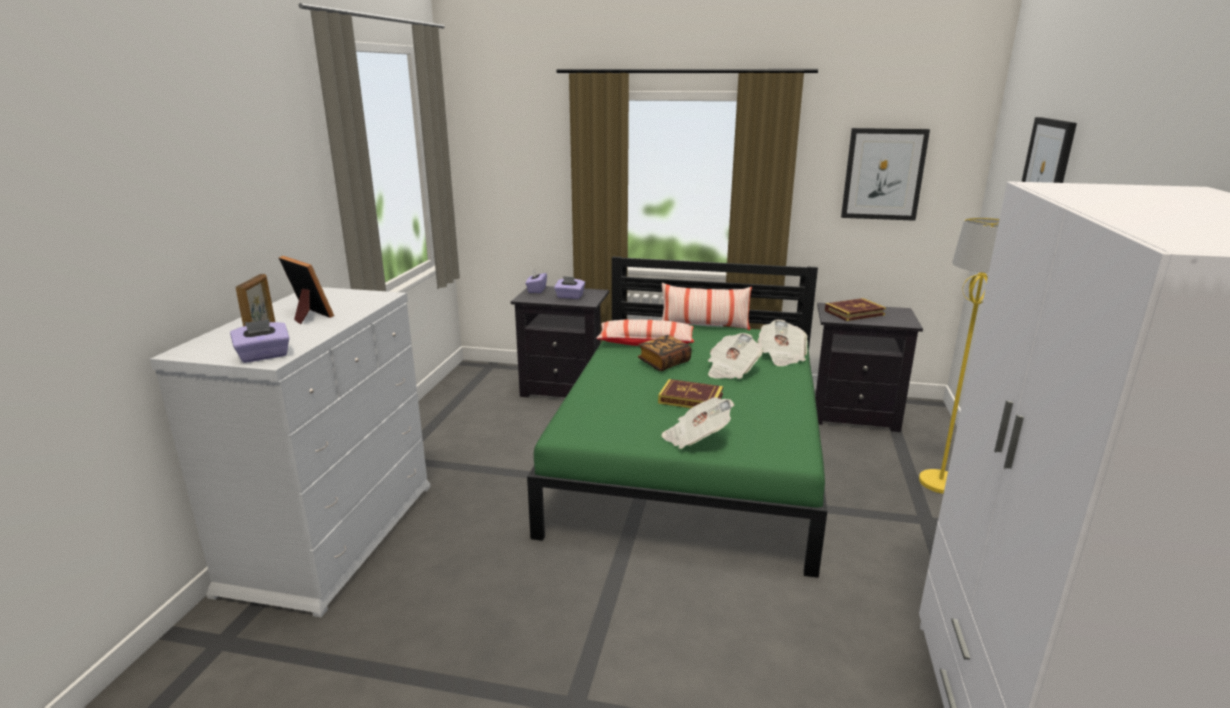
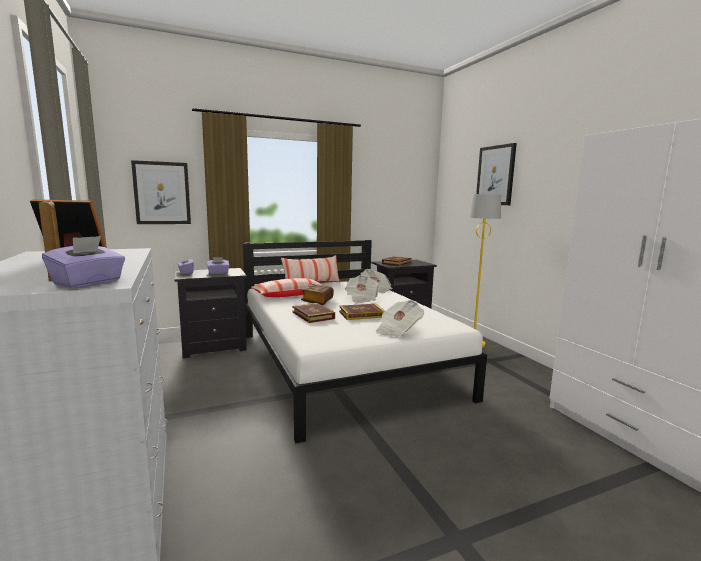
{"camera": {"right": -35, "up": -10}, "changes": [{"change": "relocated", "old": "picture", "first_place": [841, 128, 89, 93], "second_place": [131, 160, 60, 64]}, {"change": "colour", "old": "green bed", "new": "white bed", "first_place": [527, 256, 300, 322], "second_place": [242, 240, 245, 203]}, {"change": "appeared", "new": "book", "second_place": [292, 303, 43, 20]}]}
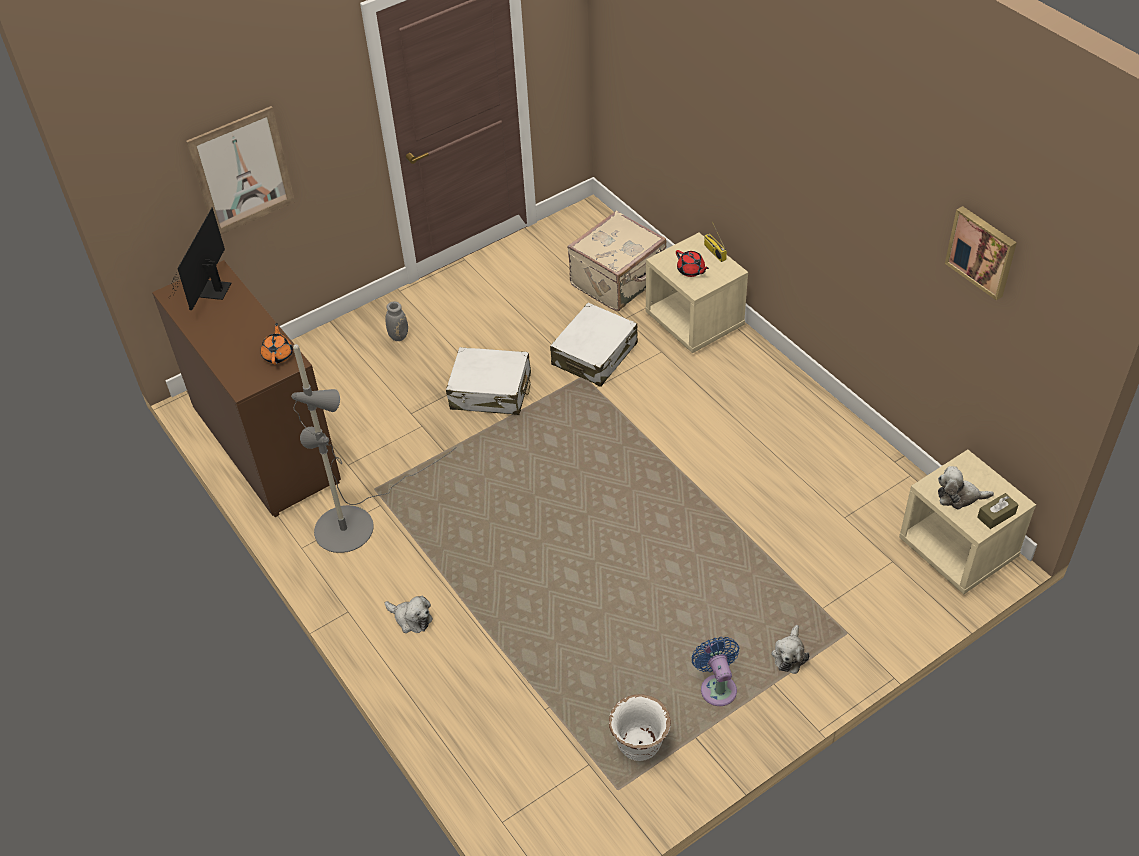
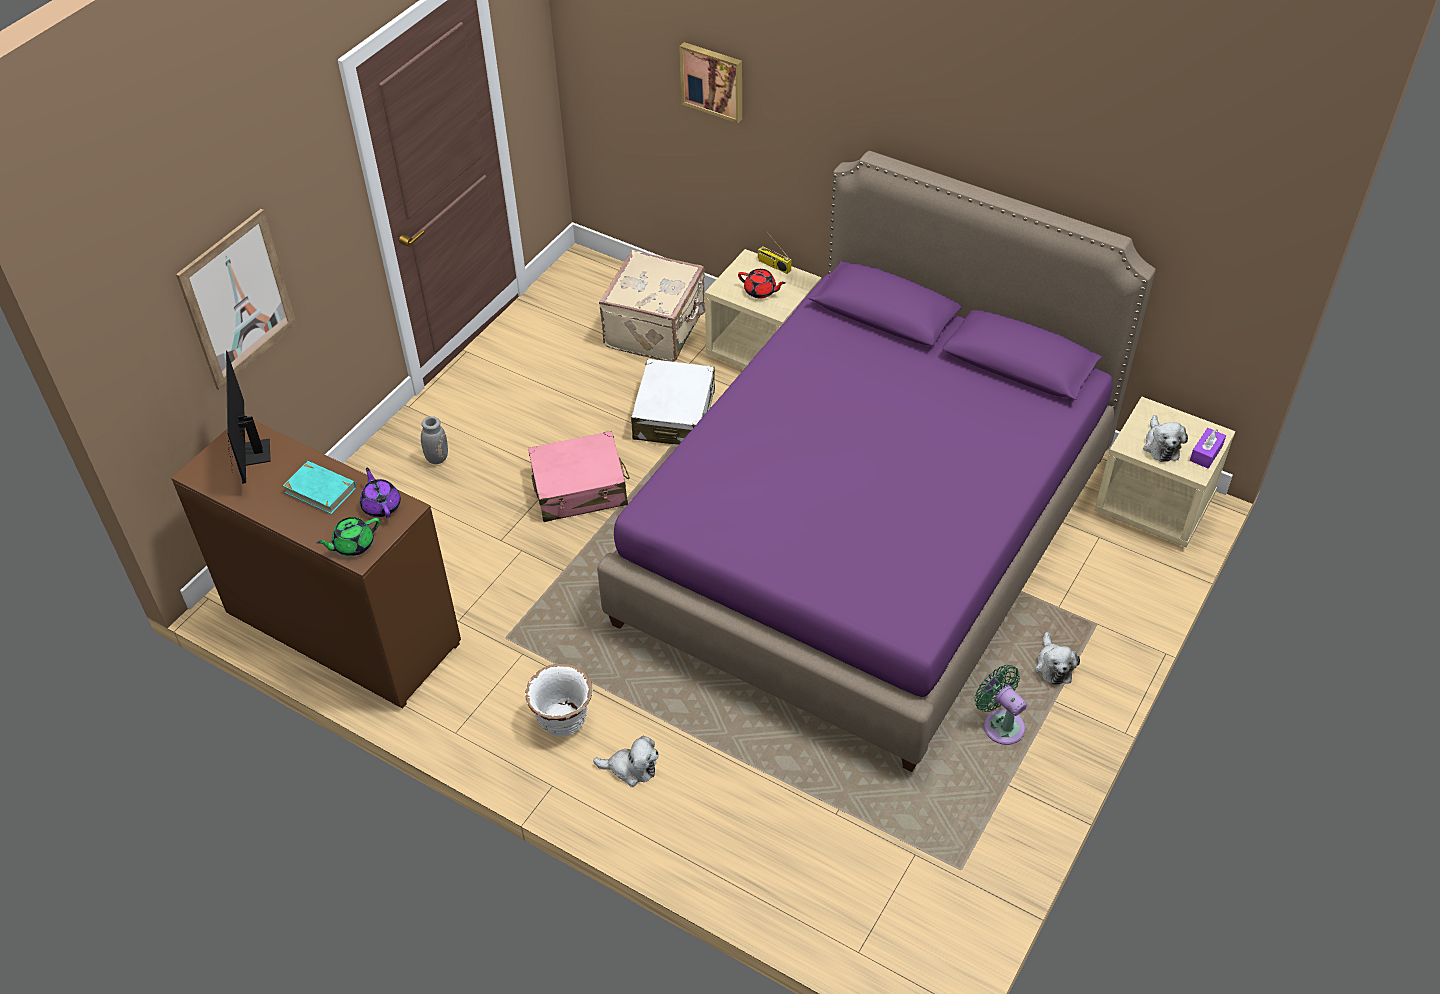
{"camera": {"right": -25, "up": 0}, "changes": [{"change": "appeared", "new": "turquoise book", "second_place": [283, 461, 73, 53]}, {"change": "appeared", "new": "green teapot", "second_place": [317, 517, 63, 39]}, {"change": "colour", "old": "orange teapot", "new": "purple teapot", "first_place": [261, 323, 32, 42], "second_place": [360, 467, 41, 50]}, {"change": "relocated", "old": "white planter", "first_place": [609, 694, 62, 67], "second_place": [525, 664, 68, 73]}, {"change": "colour", "old": "white suitcase", "new": "pink suitcase", "first_place": [446, 347, 85, 68], "second_place": [528, 431, 102, 91]}, {"change": "appeared", "new": "purple bed", "second_place": [597, 151, 558, 621]}, {"change": "relocated", "old": "picture", "first_place": [945, 206, 72, 94], "second_place": [679, 42, 63, 81]}, {"change": "colour", "old": "blue fan", "new": "green fan", "first_place": [692, 637, 48, 69], "second_place": [975, 665, 52, 80]}, {"change": "spun", "old": "plush toy", "first_place": [938, 466, 56, 43], "second_place": [1143, 415, 45, 47], "degrees": -75}, {"change": "colour", "old": "brown tissue box", "new": "purple tissue box", "first_place": [977, 493, 41, 36], "second_place": [1190, 428, 36, 41]}, {"change": "missing", "old": "grey floor lamp", "first_place": [291, 344, 166, 209]}]}
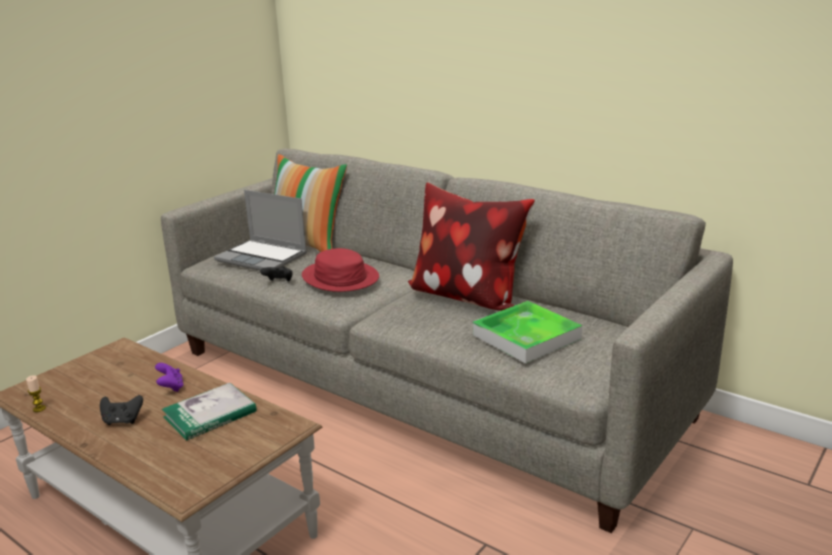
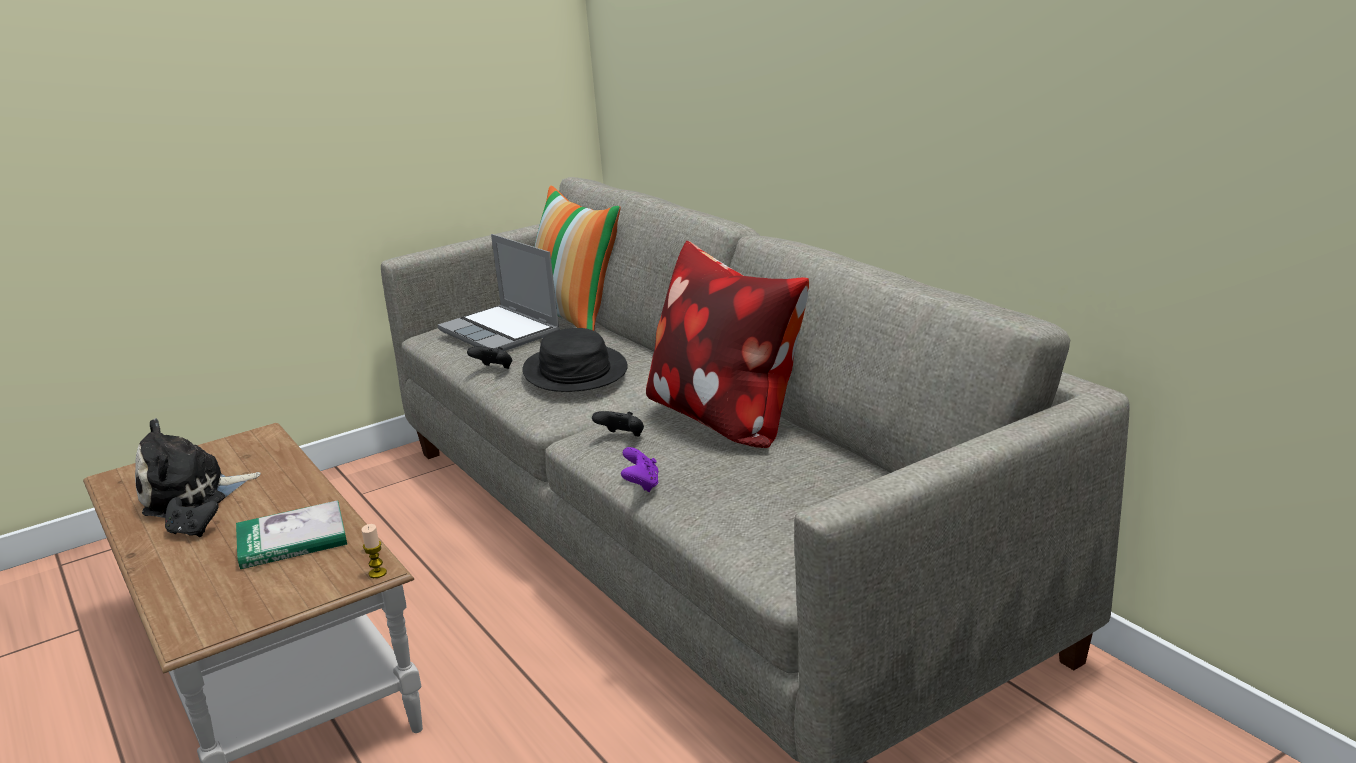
{"camera": {"right": 20, "up": 0}, "changes": [{"change": "appeared", "new": "plush toy", "second_place": [135, 418, 126, 100]}, {"change": "relocated", "old": "candle", "first_place": [26, 375, 20, 37], "second_place": [361, 524, 26, 54]}, {"change": "colour", "old": "red hat", "new": "black hat", "first_place": [302, 248, 77, 44], "second_place": [522, 328, 106, 64]}, {"change": "appeared", "new": "black game controller", "second_place": [592, 411, 52, 26]}, {"change": "relocated", "old": "purple game controller", "first_place": [155, 363, 29, 29], "second_place": [621, 447, 38, 45]}, {"change": "missing", "old": "tray", "first_place": [473, 301, 109, 63]}]}
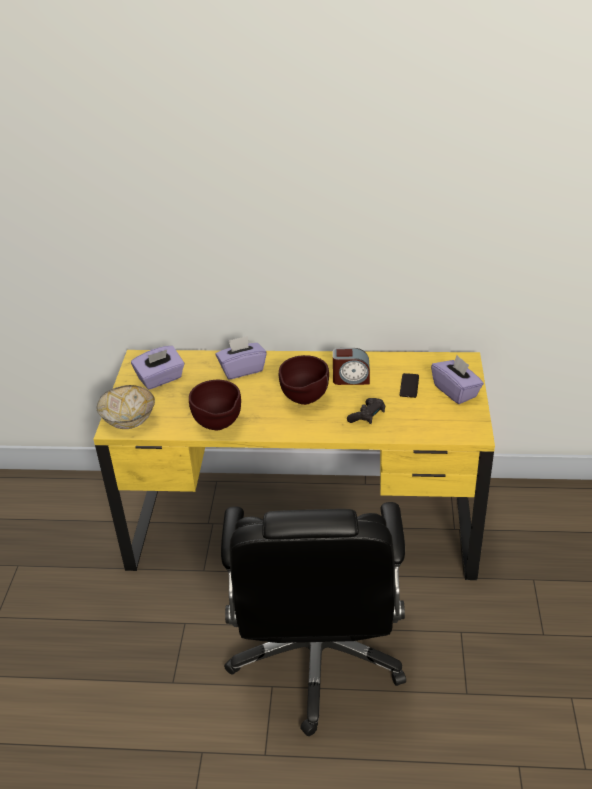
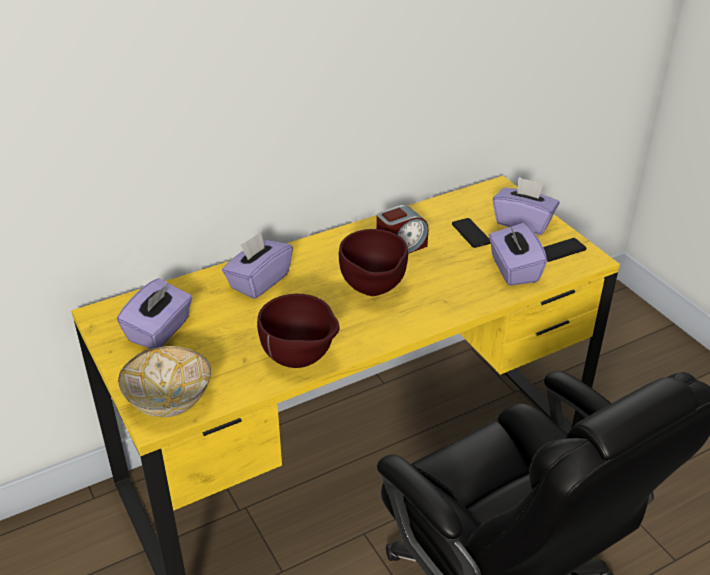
{"camera": {"right": -35, "up": 0}, "changes": [{"change": "appeared", "new": "purple tissue box", "second_place": [489, 222, 58, 64]}, {"change": "appeared", "new": "phone", "second_place": [543, 238, 43, 24]}, {"change": "missing", "old": "black game controller", "first_place": [347, 398, 38, 26]}]}
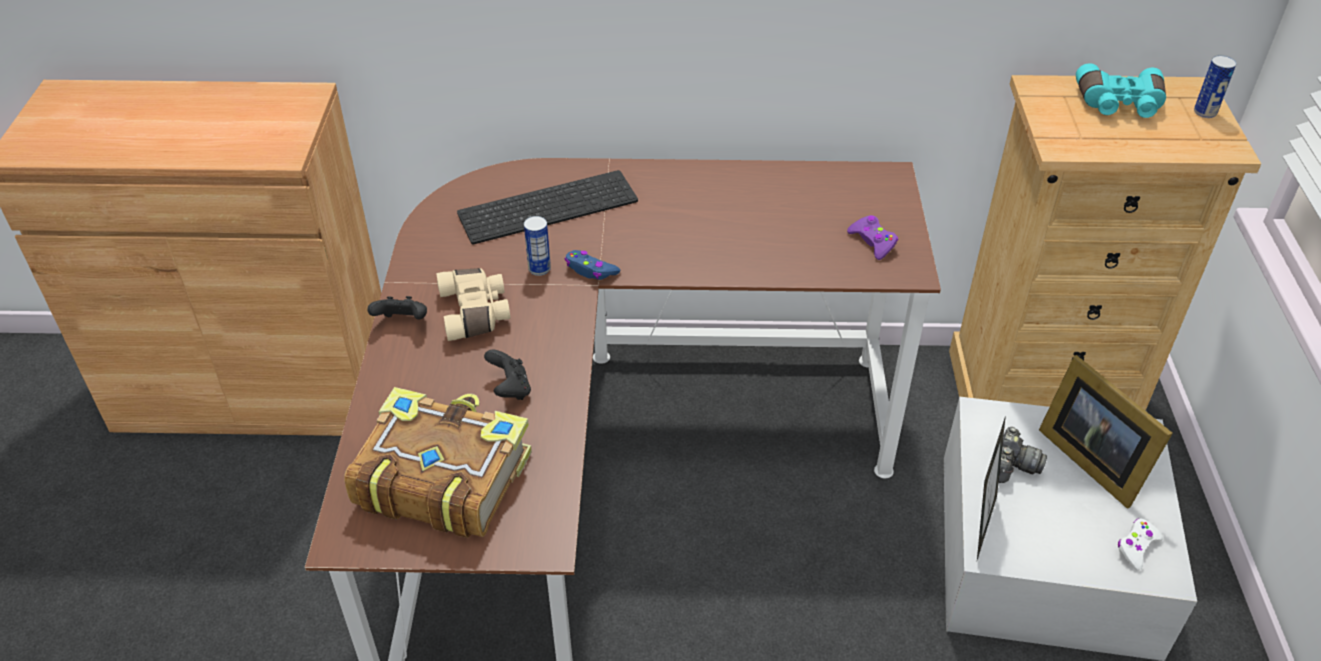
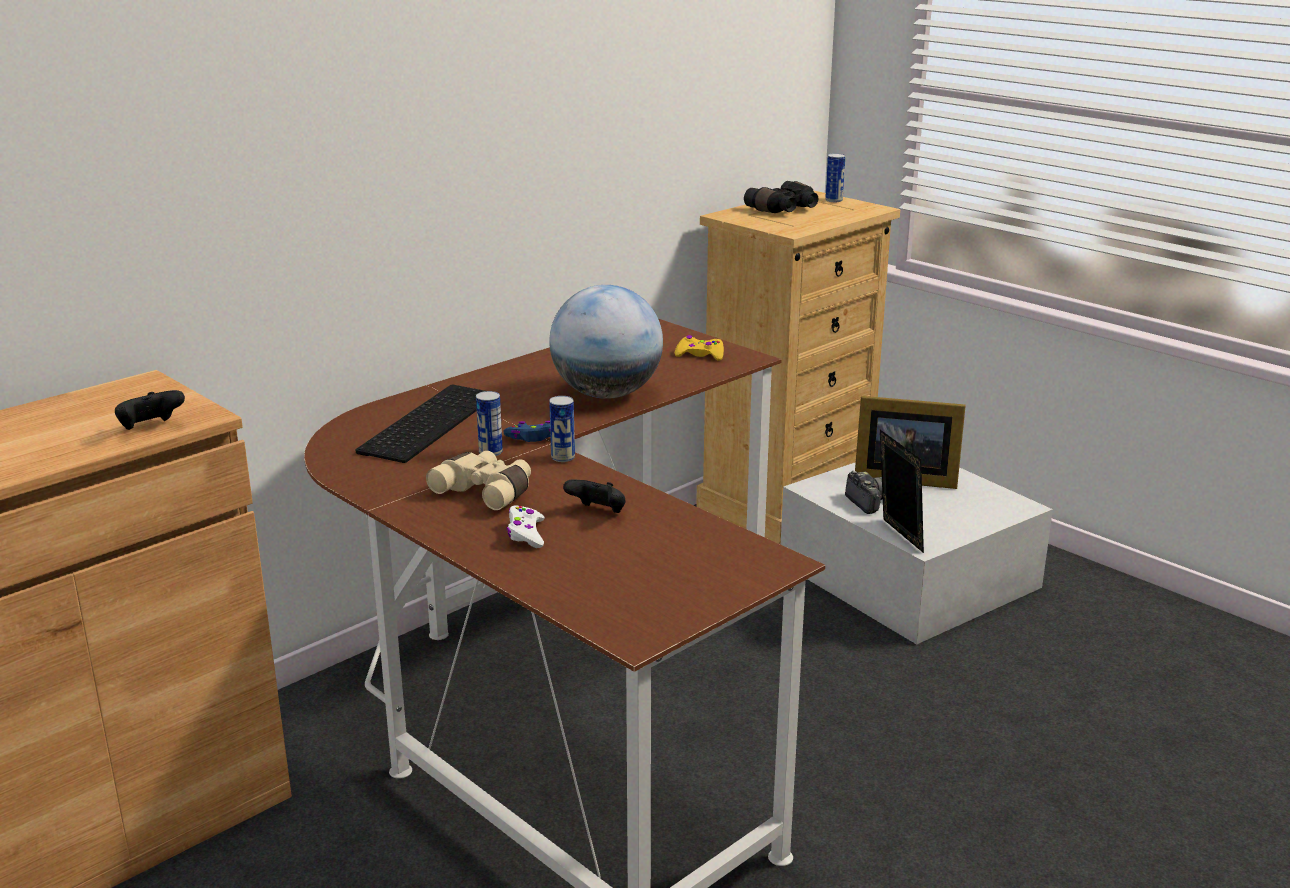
{"camera": {"right": -45, "up": -20}, "changes": [{"change": "relocated", "old": "black game controller", "first_place": [368, 296, 59, 24], "second_place": [115, 390, 70, 40]}, {"change": "relocated", "old": "white game controller", "first_place": [1118, 518, 45, 53], "second_place": [507, 505, 38, 43]}, {"change": "appeared", "new": "globe", "second_place": [549, 285, 114, 114]}, {"change": "appeared", "new": "can", "second_place": [549, 396, 26, 66]}, {"change": "colour", "old": "purple game controller", "new": "yellow game controller", "first_place": [847, 215, 51, 45], "second_place": [675, 335, 49, 25]}, {"change": "colour", "old": "turquoise binoculars", "new": "black binoculars", "first_place": [1076, 64, 90, 54], "second_place": [744, 181, 74, 32]}, {"change": "missing", "old": "book", "first_place": [344, 387, 188, 151]}]}
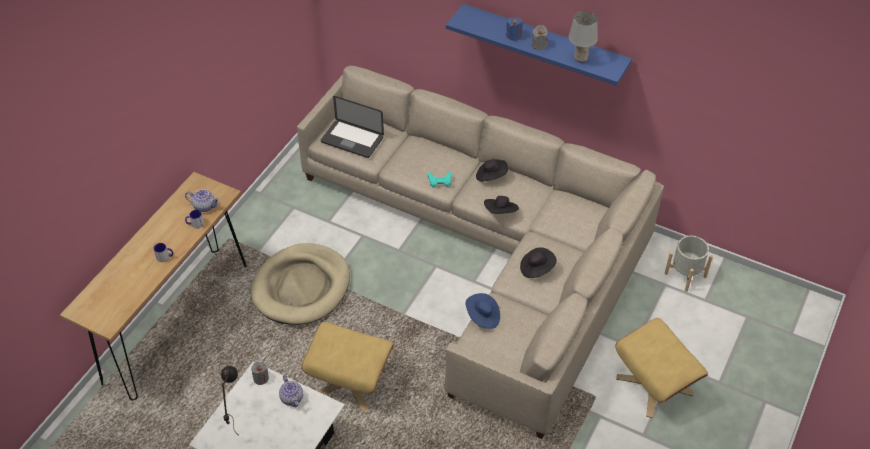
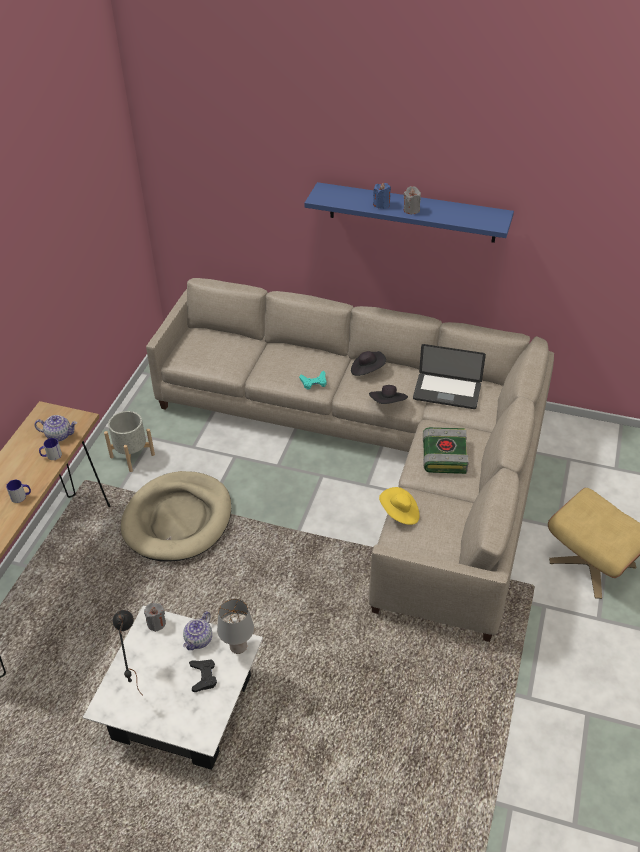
{"camera": {"right": -10, "up": -5}, "changes": [{"change": "relocated", "old": "grey planter", "first_place": [665, 236, 48, 56], "second_place": [104, 411, 51, 61]}, {"change": "spun", "old": "teapot", "first_place": [279, 375, 24, 32], "second_place": [183, 611, 29, 39], "degrees": 60}, {"change": "appeared", "new": "black game controller", "second_place": [189, 660, 28, 32]}, {"change": "relocated", "old": "grey table lamp", "first_place": [569, 11, 29, 52], "second_place": [217, 599, 37, 55]}, {"change": "colour", "old": "blue hat", "new": "yellow hat", "first_place": [466, 293, 34, 36], "second_place": [379, 487, 41, 38]}, {"change": "relocated", "old": "laptop", "first_place": [321, 96, 63, 62], "second_place": [413, 344, 73, 65]}, {"change": "exchanged", "old": "black hat", "new": "book", "first_place": [520, 247, 37, 31], "second_place": [423, 427, 46, 47]}, {"change": "missing", "old": "beige ottoman", "first_place": [301, 322, 93, 90]}]}
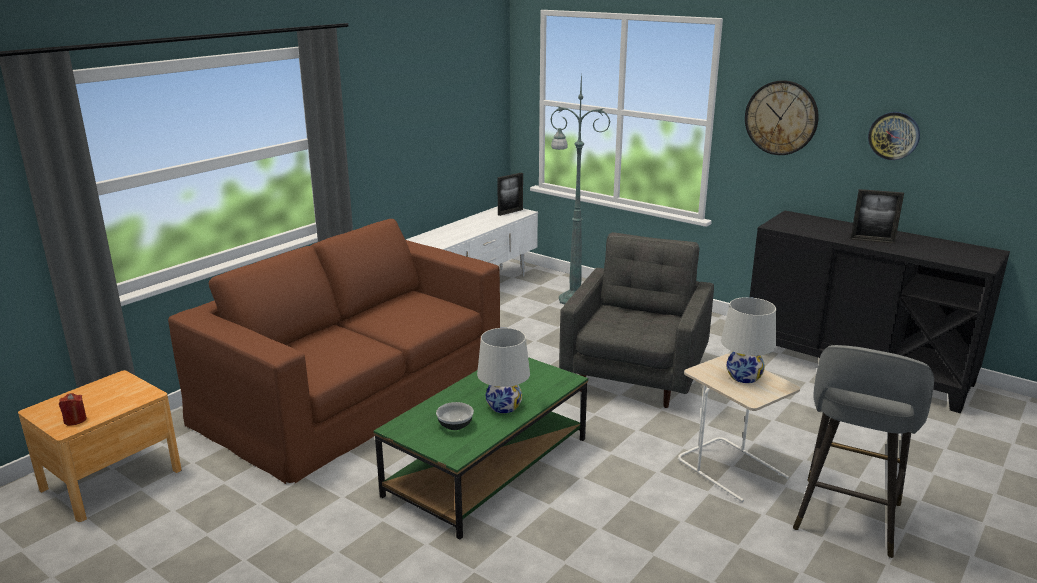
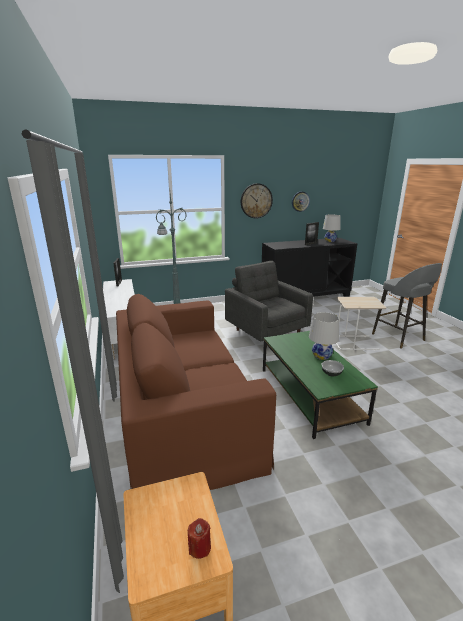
{"camera": {"right": -55, "up": 0}, "changes": [{"change": "relocated", "old": "white table lamp", "first_place": [721, 297, 55, 86], "second_place": [323, 214, 18, 28]}]}
